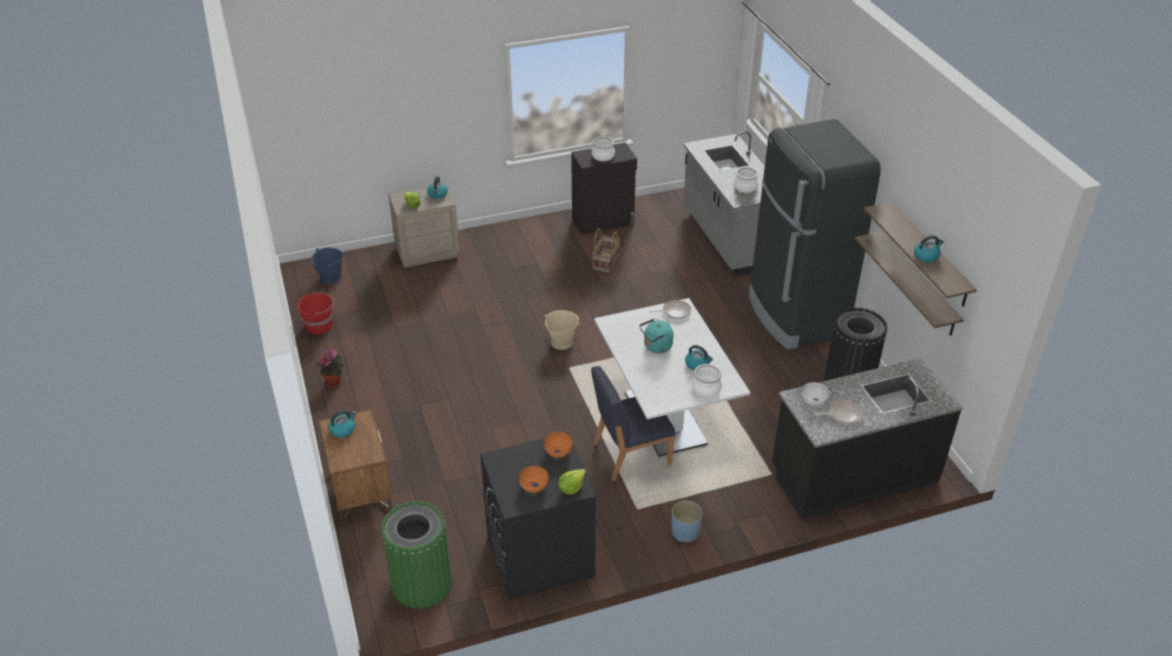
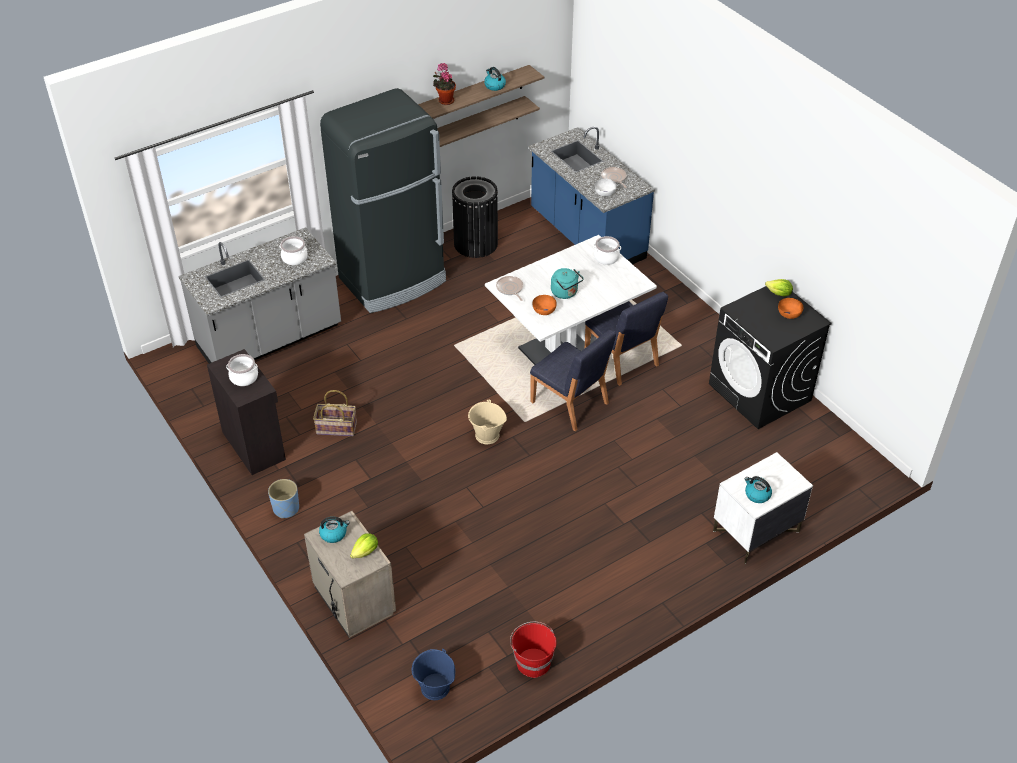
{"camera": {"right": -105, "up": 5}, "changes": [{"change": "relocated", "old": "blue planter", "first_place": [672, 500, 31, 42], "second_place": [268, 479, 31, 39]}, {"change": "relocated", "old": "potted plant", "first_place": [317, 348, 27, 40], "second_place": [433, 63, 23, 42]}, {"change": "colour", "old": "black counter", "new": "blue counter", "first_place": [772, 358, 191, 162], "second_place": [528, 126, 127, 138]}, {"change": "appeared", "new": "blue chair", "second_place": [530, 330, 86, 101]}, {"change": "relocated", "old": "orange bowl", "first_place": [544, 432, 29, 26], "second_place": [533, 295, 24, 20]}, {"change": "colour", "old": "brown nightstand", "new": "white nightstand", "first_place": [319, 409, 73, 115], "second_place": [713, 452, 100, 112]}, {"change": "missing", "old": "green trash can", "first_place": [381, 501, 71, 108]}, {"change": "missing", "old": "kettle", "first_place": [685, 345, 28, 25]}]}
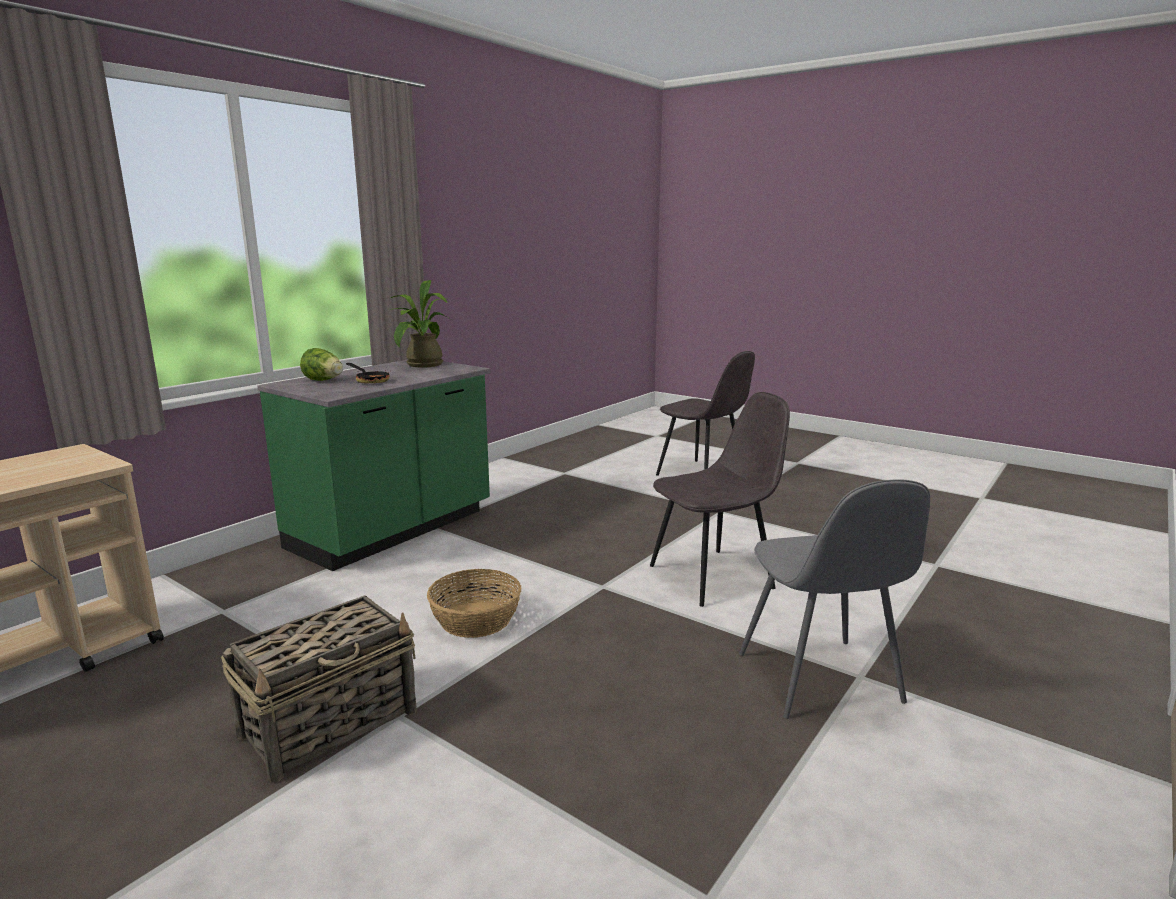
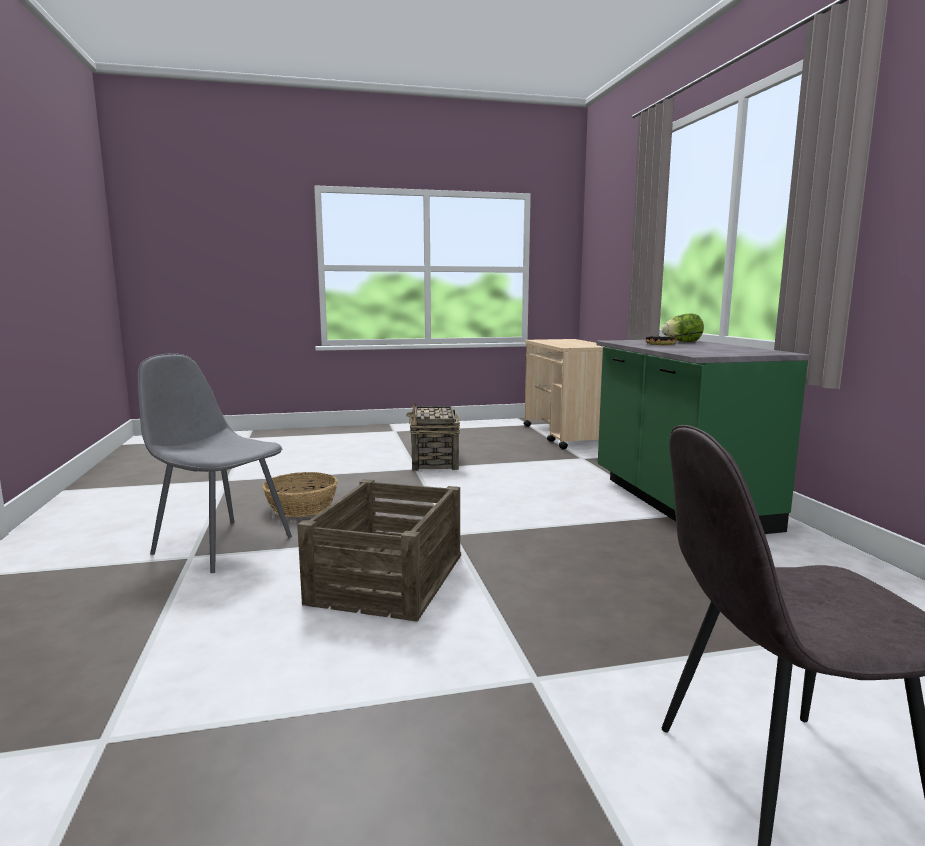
{"camera": {"right": 130, "up": -5}, "changes": [{"change": "relocated", "old": "basket", "first_place": [427, 569, 94, 69], "second_place": [262, 472, 76, 45]}, {"change": "exchanged", "old": "grey chair", "new": "crate", "first_place": [650, 392, 140, 215], "second_place": [297, 479, 164, 143]}, {"change": "missing", "old": "potted plant", "first_place": [389, 280, 61, 88]}]}
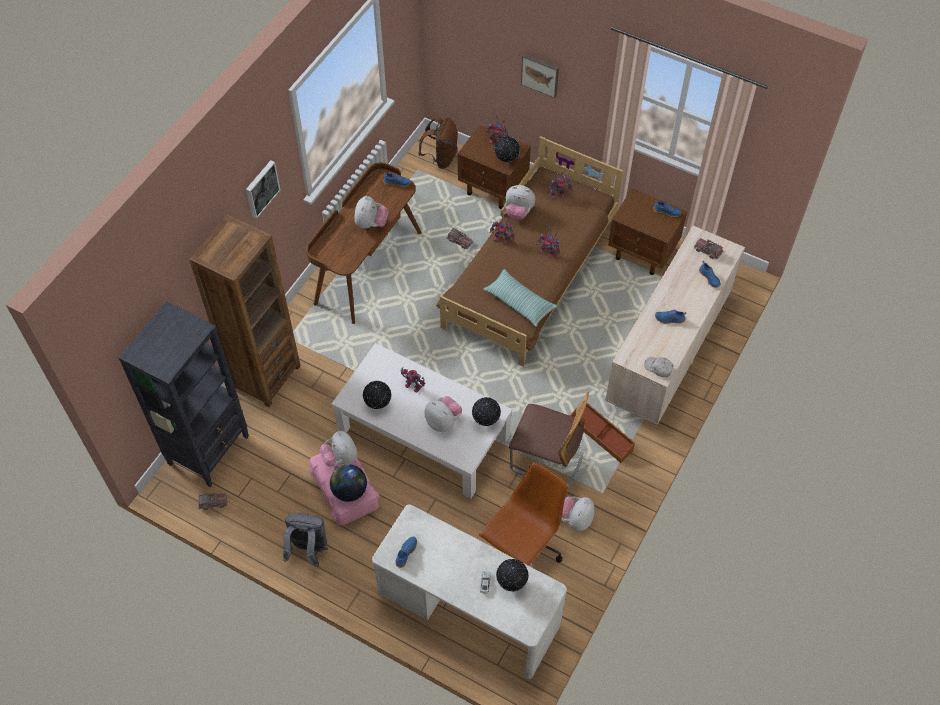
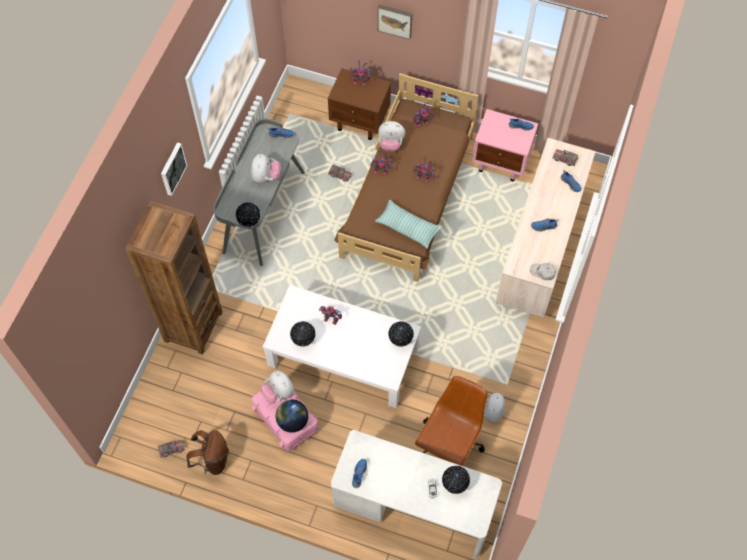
{"camera": {"right": -10, "up": 5}, "changes": [{"change": "relocated", "old": "brown backpack", "first_place": [418, 117, 40, 52], "second_place": [187, 430, 42, 45]}, {"change": "colour", "old": "brown desk", "new": "grey desk", "first_place": [306, 162, 116, 162], "second_place": [213, 118, 92, 148]}, {"change": "relocated", "old": "globe", "first_place": [494, 136, 26, 26], "second_place": [236, 202, 24, 25]}, {"change": "colour", "old": "brown nightstand", "new": "pink nightstand", "first_place": [608, 188, 79, 87], "second_place": [472, 109, 66, 72]}, {"change": "missing", "old": "black bookcase", "first_place": [119, 301, 130, 186]}, {"change": "missing", "old": "grey backpack", "first_place": [283, 513, 44, 54]}, {"change": "missing", "old": "plush toy", "first_place": [424, 396, 38, 36]}, {"change": "missing", "old": "chair", "first_place": [509, 392, 80, 96]}, {"change": "missing", "old": "brown storage box", "first_place": [570, 403, 65, 60]}]}
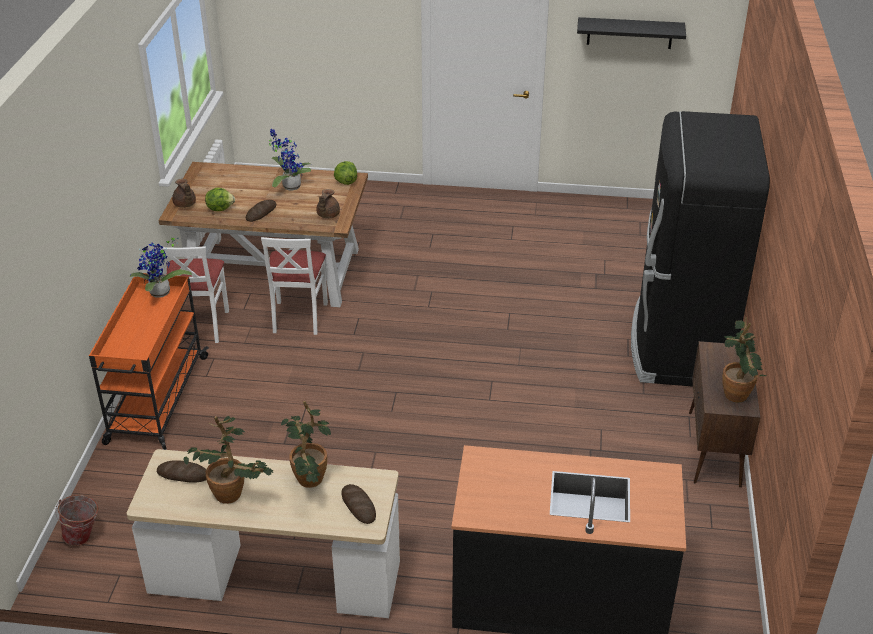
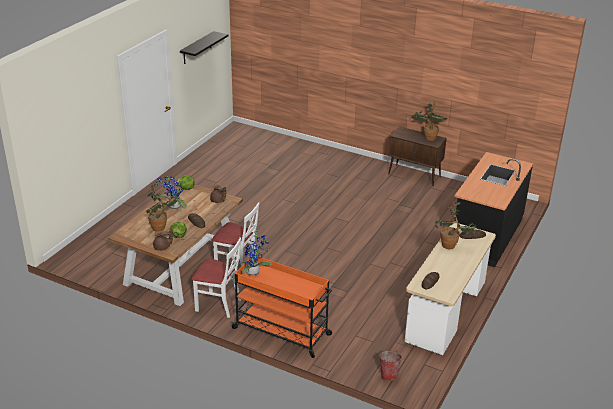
{"camera": {"right": -70, "up": -5}, "changes": [{"change": "relocated", "old": "potted plant", "first_place": [183, 416, 90, 88], "second_place": [146, 183, 31, 49]}, {"change": "missing", "old": "black fridge", "first_place": [631, 111, 139, 276]}]}
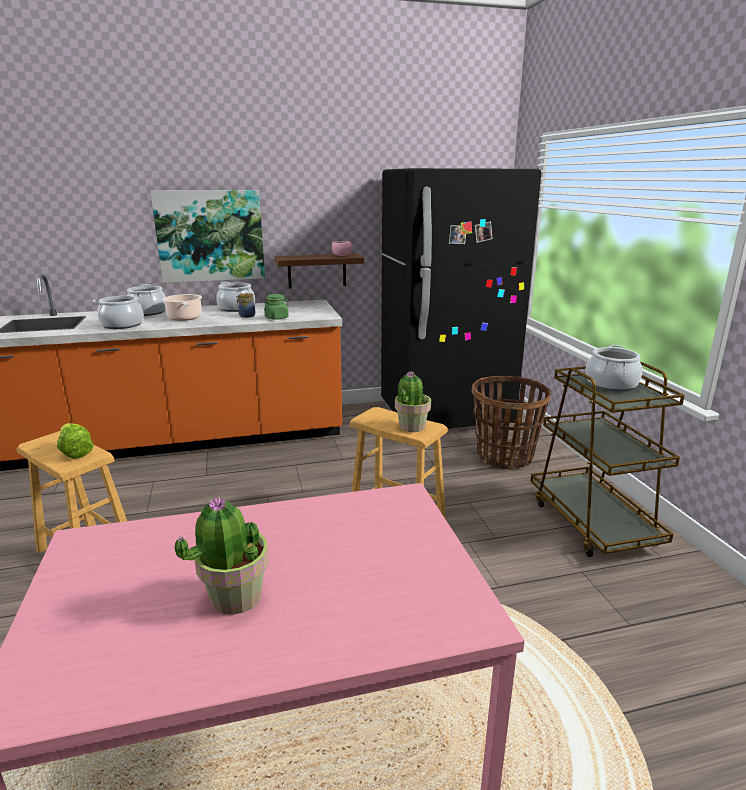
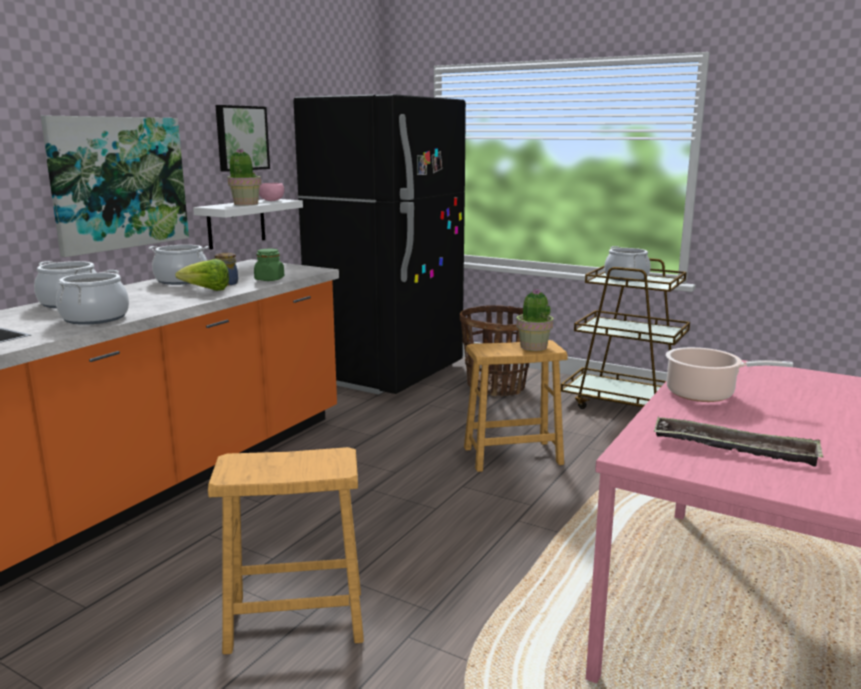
{"camera": {"right": -45, "up": -5}, "changes": [{"change": "relocated", "old": "lettuce", "first_place": [57, 423, 36, 36], "second_place": [175, 259, 54, 32]}, {"change": "colour", "old": "brown shelf", "new": "white shelf", "first_place": [275, 254, 89, 34], "second_place": [193, 199, 110, 51]}, {"change": "appeared", "new": "picture", "second_place": [215, 105, 55, 67]}, {"change": "relocated", "old": "potted plant", "first_place": [175, 497, 94, 118], "second_place": [228, 148, 33, 58]}, {"change": "appeared", "new": "tray", "second_place": [654, 417, 169, 50]}, {"change": "relocated", "old": "cooking pot", "first_place": [162, 294, 40, 27], "second_place": [666, 347, 127, 55]}]}
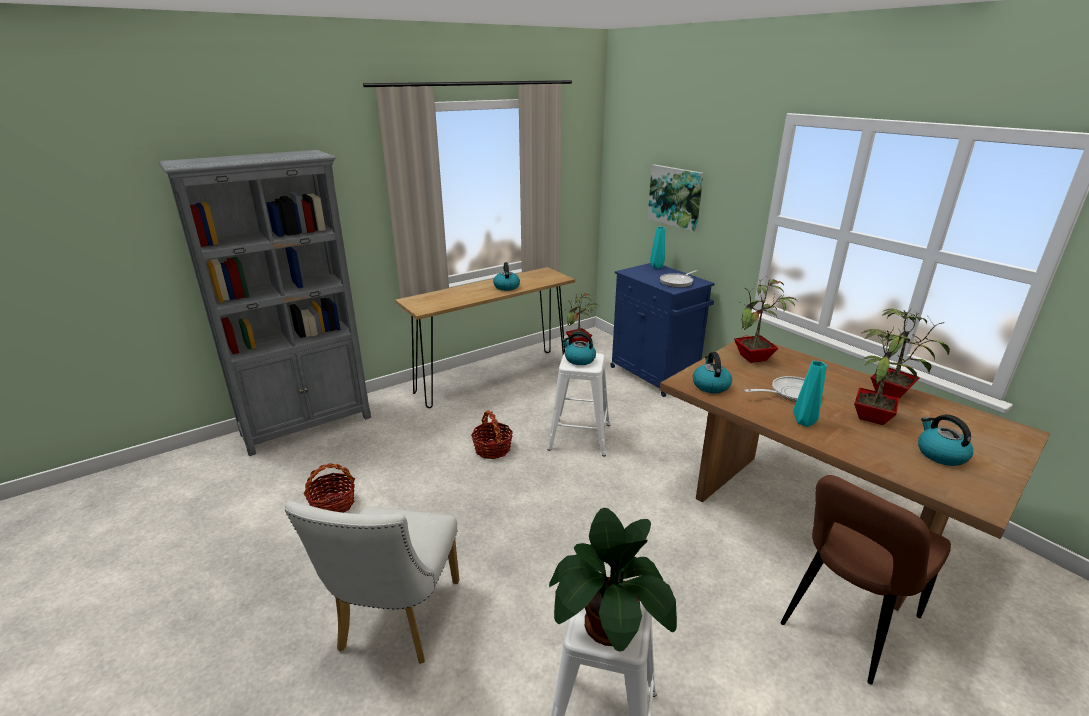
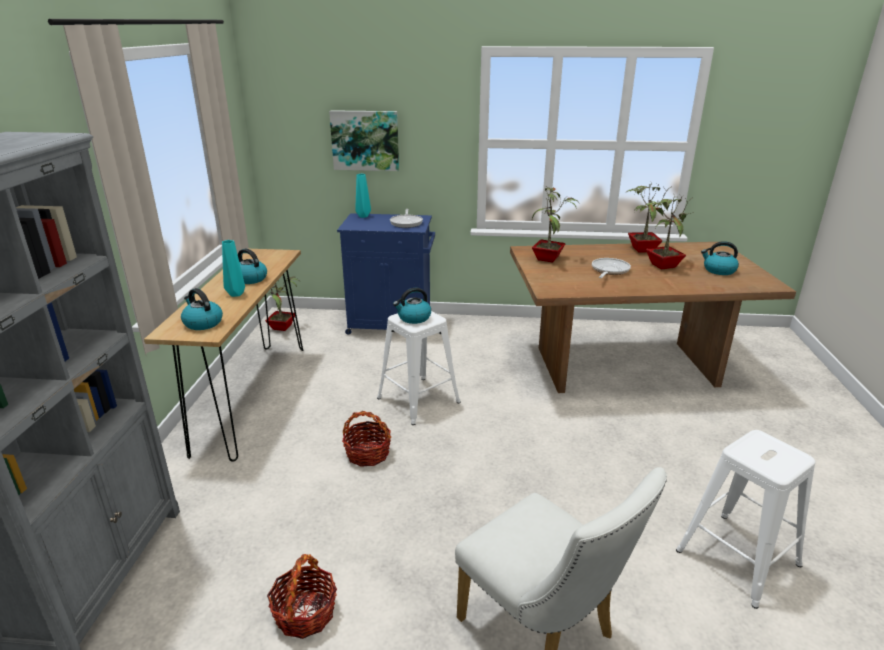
{"camera": {"right": -50, "up": 0}, "changes": [{"change": "relocated", "old": "kettle", "first_place": [693, 352, 39, 42], "second_place": [181, 288, 42, 42]}, {"change": "relocated", "old": "turquoise vase", "first_place": [793, 361, 34, 66], "second_place": [222, 240, 23, 57]}, {"change": "missing", "old": "potted plant", "first_place": [549, 508, 128, 143]}, {"change": "missing", "old": "brown chair", "first_place": [781, 475, 170, 210]}]}
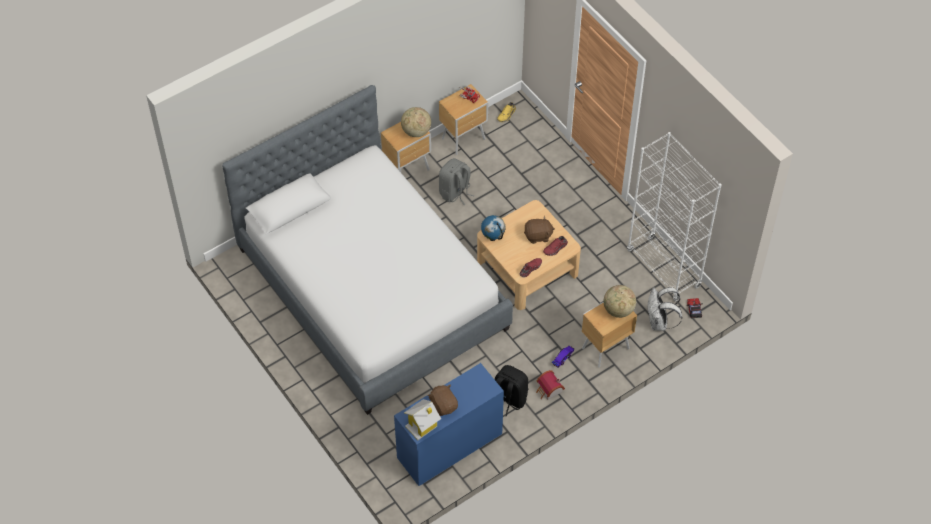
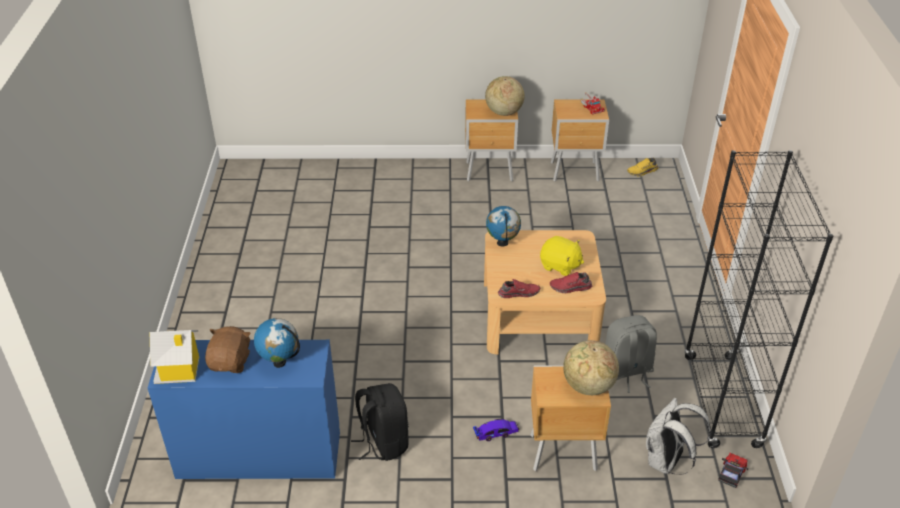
{"camera": {"right": 35, "up": -15}, "changes": [{"change": "appeared", "new": "globe", "second_place": [254, 318, 46, 50]}, {"change": "colour", "old": "brown plush toy", "new": "yellow plush toy", "first_place": [524, 216, 31, 28], "second_place": [540, 236, 44, 40]}, {"change": "relocated", "old": "grey backpack", "first_place": [439, 158, 35, 47], "second_place": [605, 315, 52, 78]}, {"change": "colour", "old": "white bookcase", "new": "black bookcase", "first_place": [627, 132, 95, 169], "second_place": [684, 150, 149, 298]}, {"change": "missing", "old": "bed", "first_place": [222, 85, 291, 330]}, {"change": "missing", "old": "toy house", "first_place": [536, 370, 29, 30]}]}
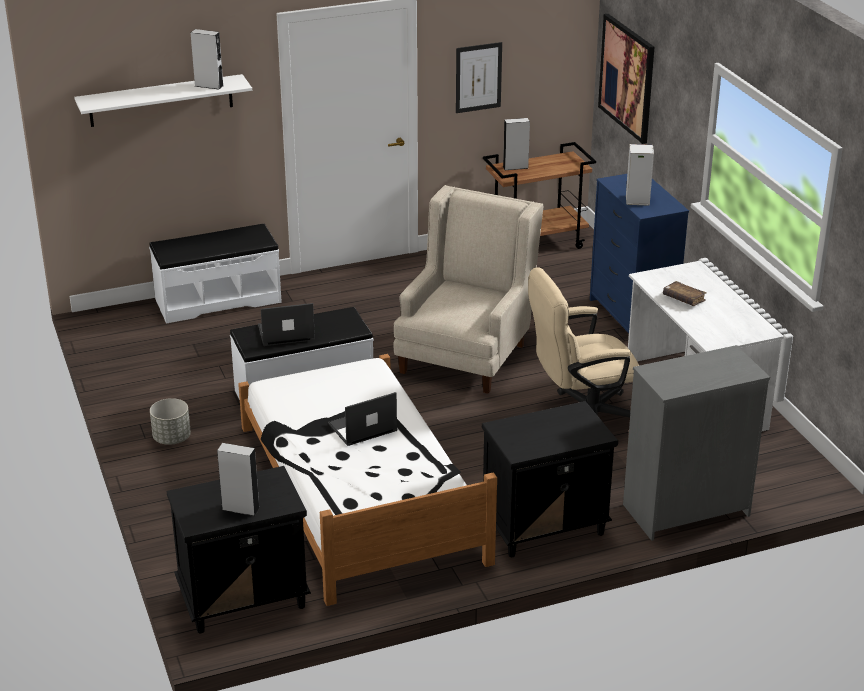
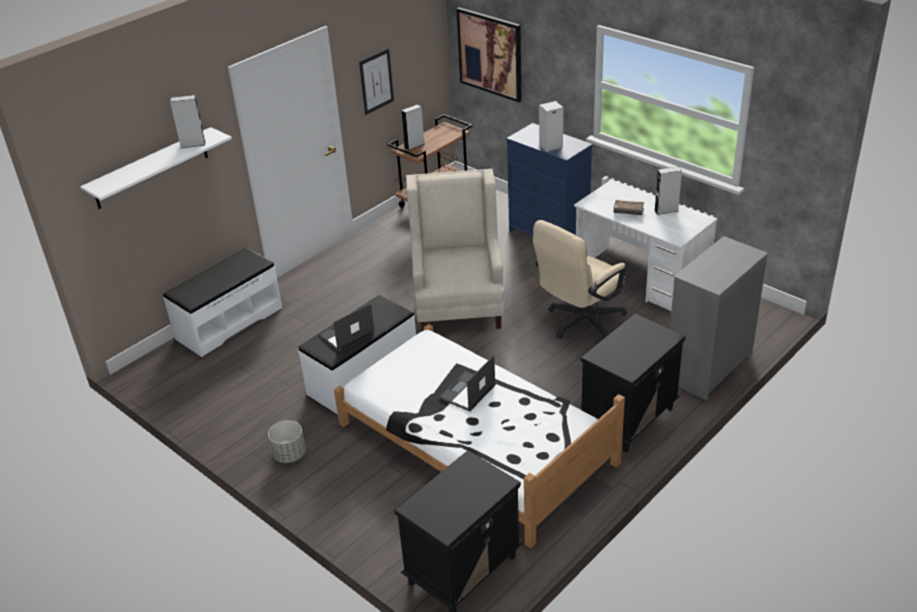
{"camera": {"right": -25, "up": 5}, "changes": [{"change": "relocated", "old": "grey speaker", "first_place": [217, 443, 43, 73], "second_place": [654, 166, 28, 49]}]}
